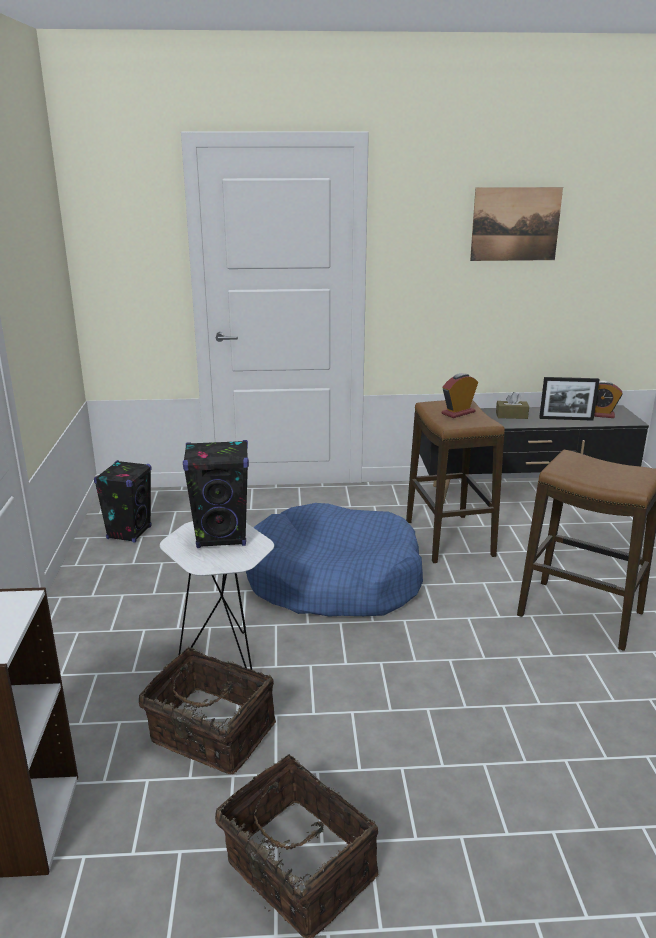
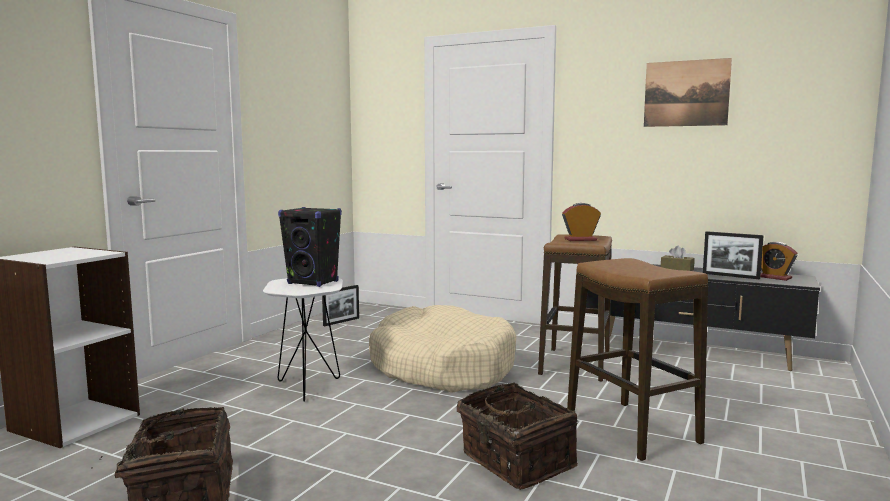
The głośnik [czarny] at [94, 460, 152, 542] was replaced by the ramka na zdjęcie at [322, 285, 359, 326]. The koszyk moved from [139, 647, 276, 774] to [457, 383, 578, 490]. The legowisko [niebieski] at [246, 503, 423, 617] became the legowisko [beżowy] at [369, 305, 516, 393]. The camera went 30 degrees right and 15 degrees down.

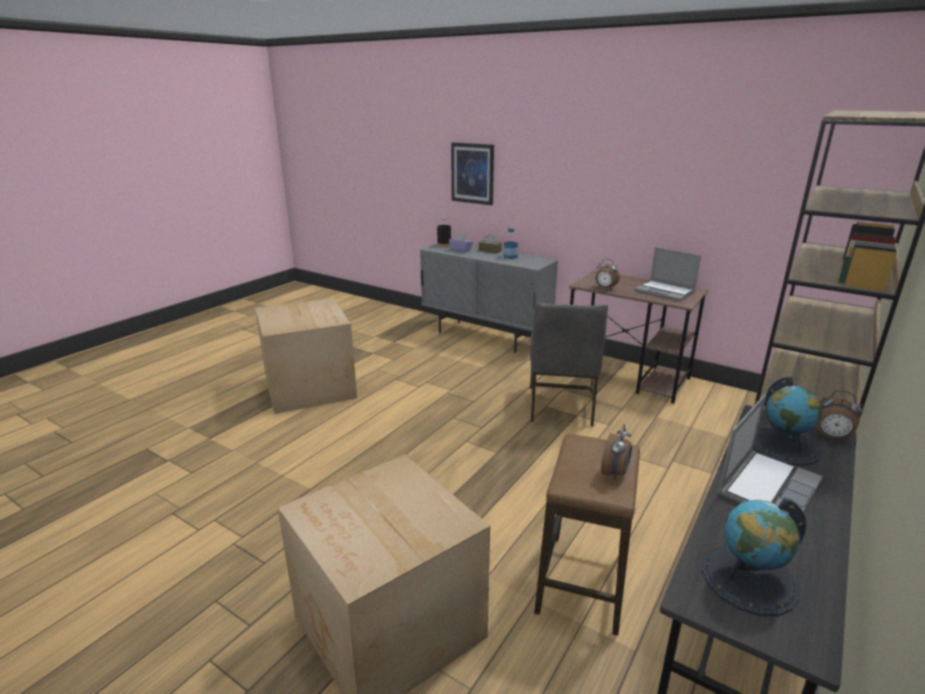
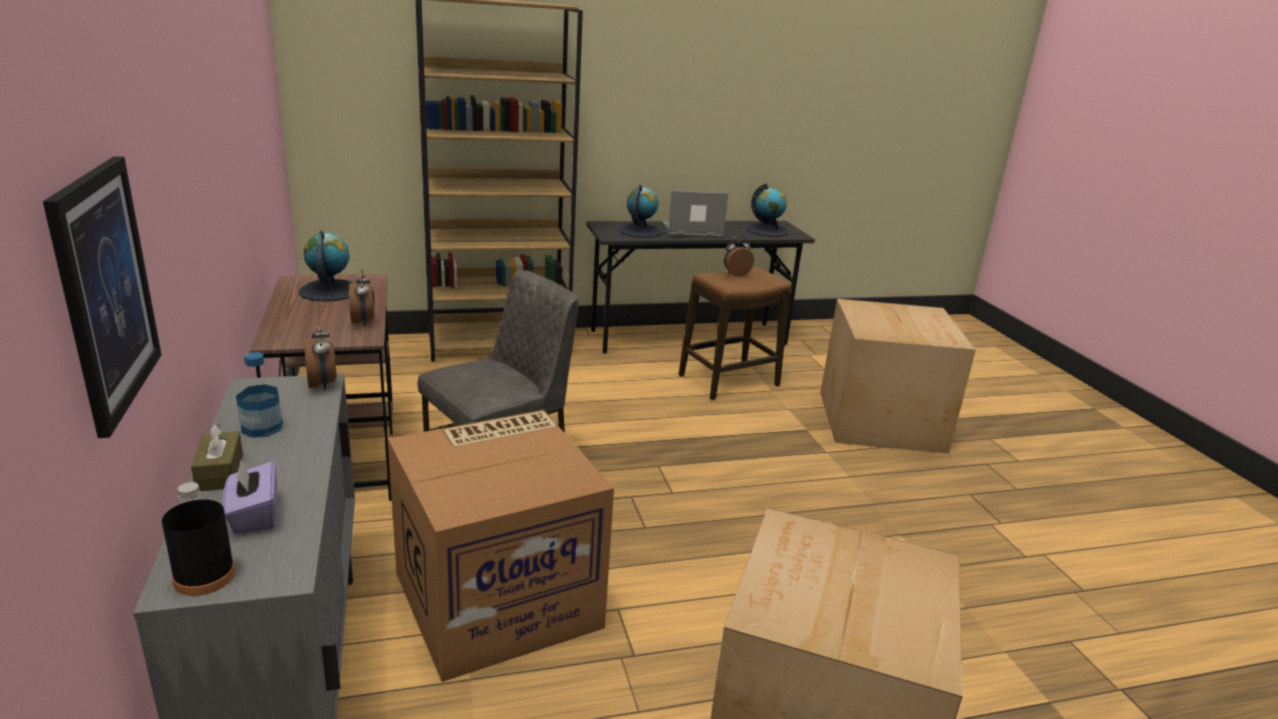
The laptop at [634, 247, 701, 301] was replaced by the globus at [299, 231, 353, 301]. The budzik moved from [816, 391, 863, 442] to [304, 322, 337, 390]. The karton at [388, 410, 614, 682] appeared. The camera went 140 degrees left and 0 degrees up.

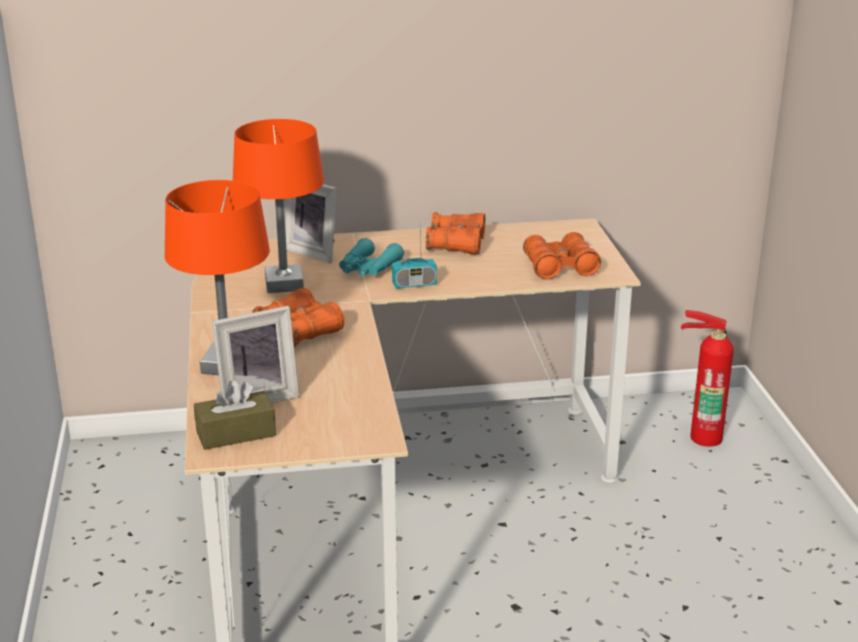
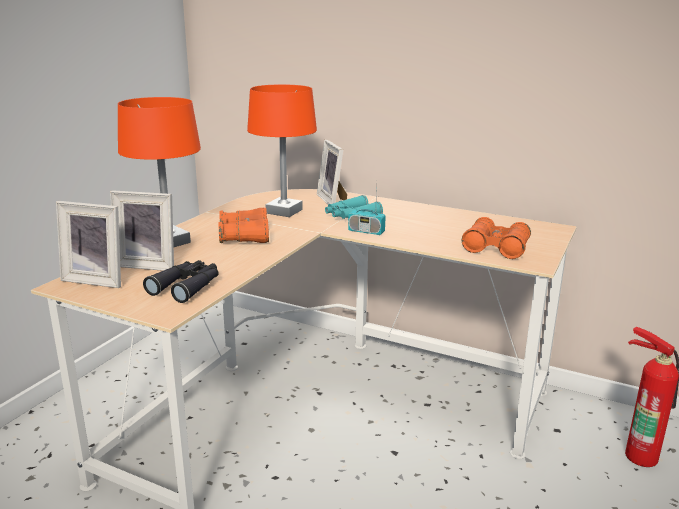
The pudełko chusteczek [brązowy] at [194, 380, 276, 450] was replaced by the ramka na zdjęcie at [56, 201, 121, 288]. The lornetka [pomarańczowy] at [426, 212, 485, 255] disappeared. The lornetka [czarny] at [143, 260, 219, 303] appeared. The camera went 35 degrees right and 5 degrees down.

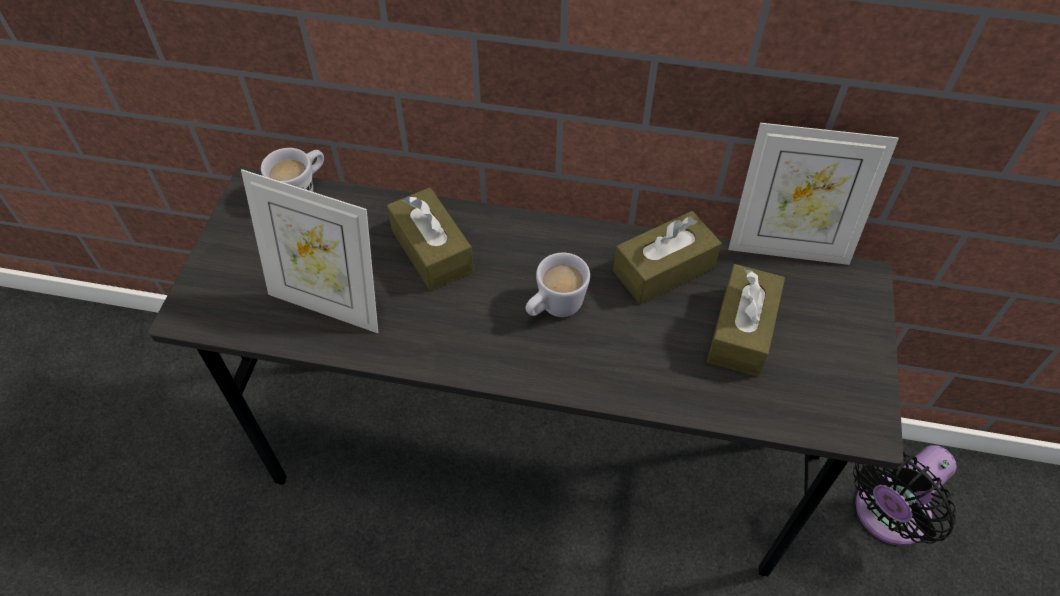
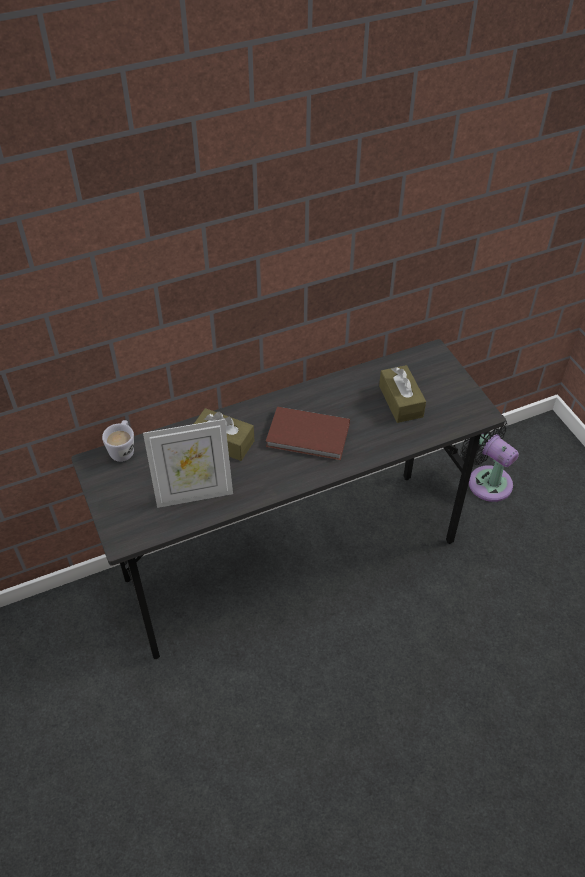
The kubek [biały] at [525, 252, 590, 317] was replaced by the książka [brązowy] at [266, 407, 350, 460]. The pudełko chusteczek [brązowy] at [613, 211, 722, 304] disappeared. The ramka na zdjęcie at [728, 123, 899, 265] disappeared. The wentylator [czarny] at [853, 445, 956, 546] turned 120 degrees clockwise. The camera went 35 degrees left and 5 degrees down.

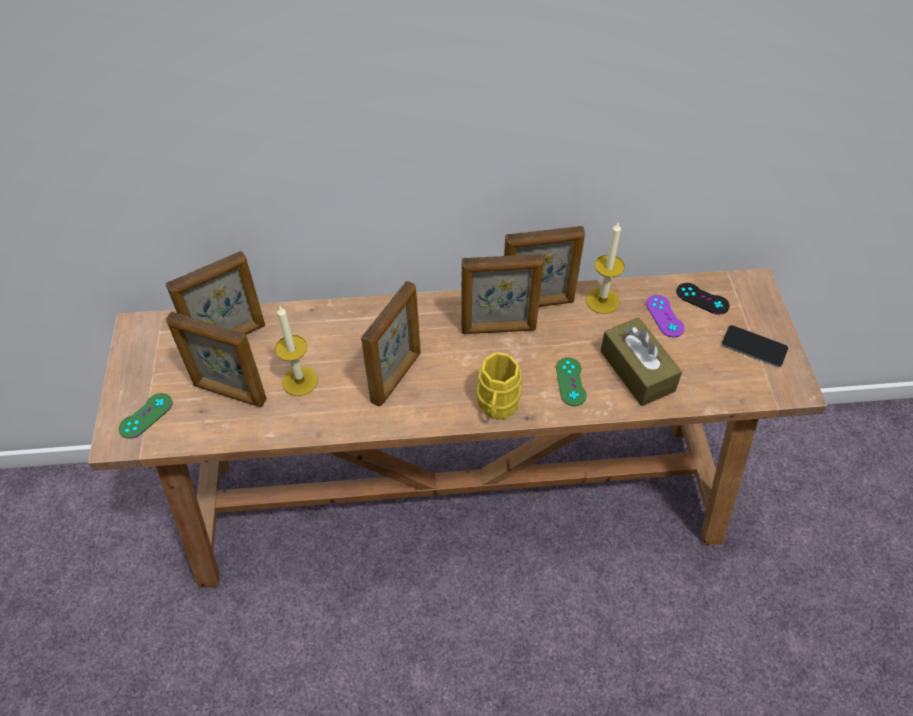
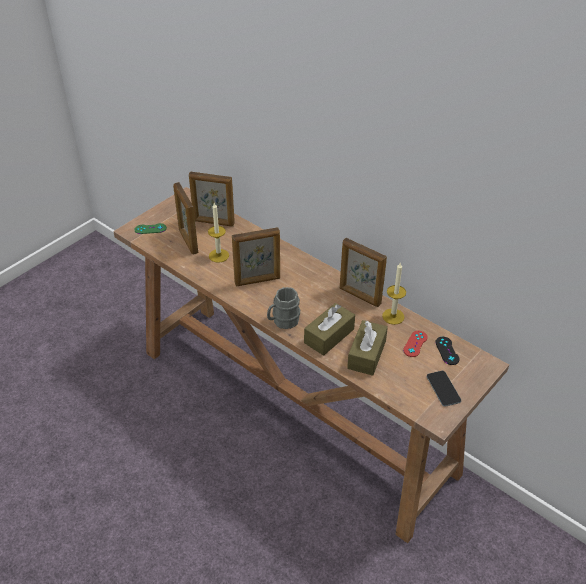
The ramka na zdjęcie at [461, 254, 544, 334] disappeared. The kubek [żółty] at [476, 352, 522, 420] became the kubek [szary] at [267, 287, 300, 329]. The pad do gier [zielony] at [556, 357, 587, 406] was replaced by the pudełko chusteczek [brązowy] at [304, 303, 355, 356]. The pad do gier [fioletowy] at [646, 295, 685, 337] became the pad do gier [czerwony] at [403, 331, 428, 357]. The camera went 45 degrees right and 10 degrees down.

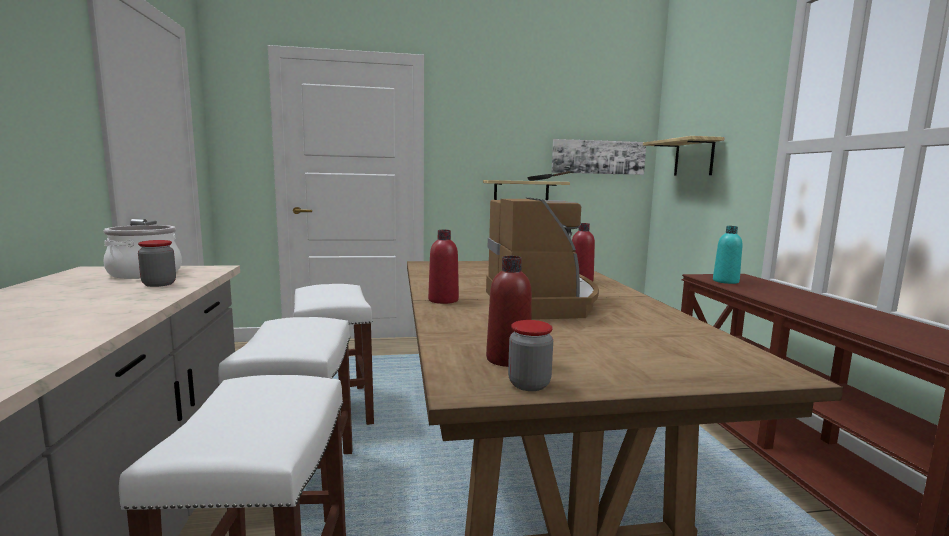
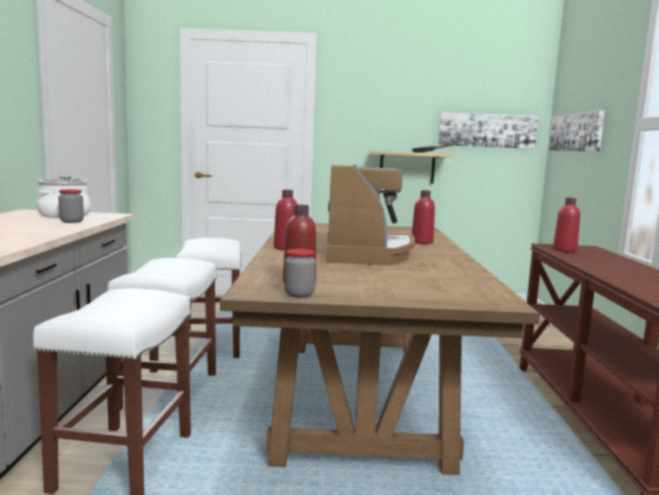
The półka at [643, 136, 725, 175] was replaced by the obraz at [549, 110, 605, 151]. The butelka [turkusowy] at [713, 226, 743, 284] became the butelka [czerwony] at [553, 198, 580, 252]. The camera went 10 degrees right and 0 degrees up.

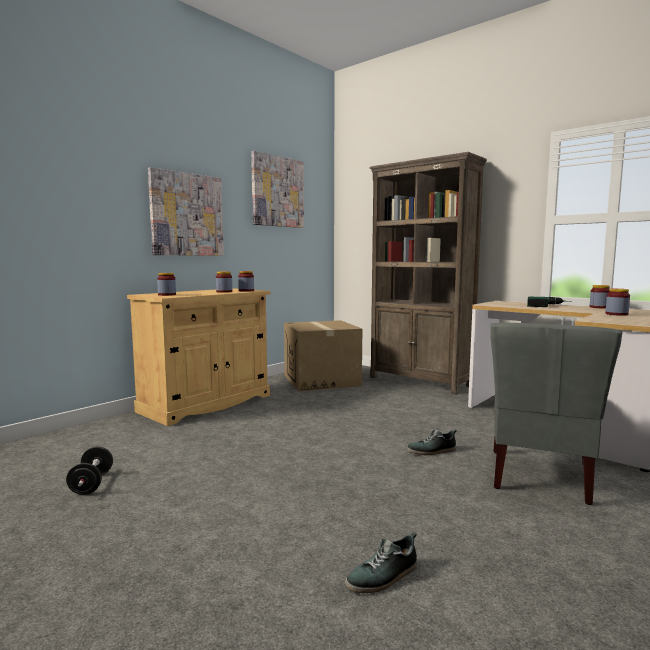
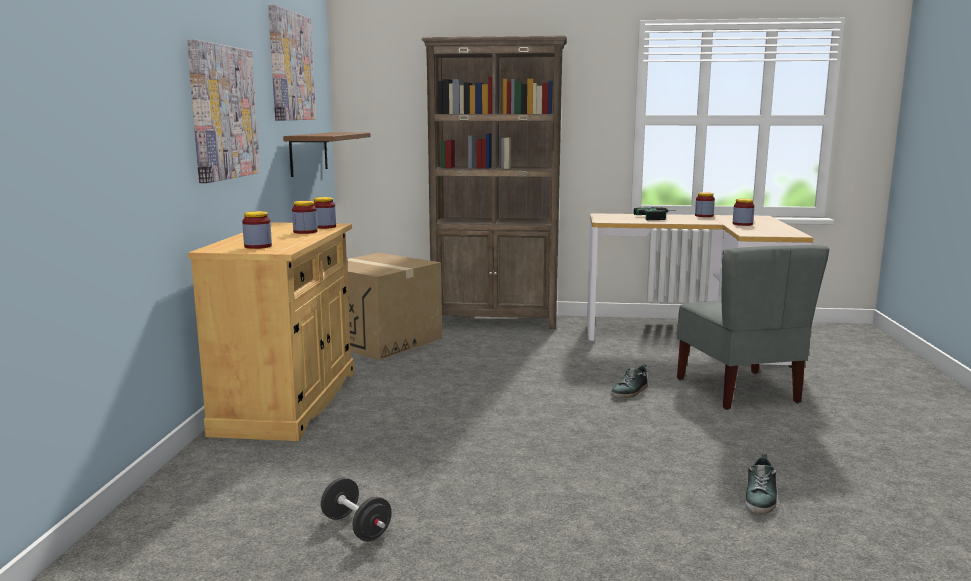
The półka [brązowy] at [283, 133, 370, 177] appeared. The camera went 35 degrees left and 5 degrees up.

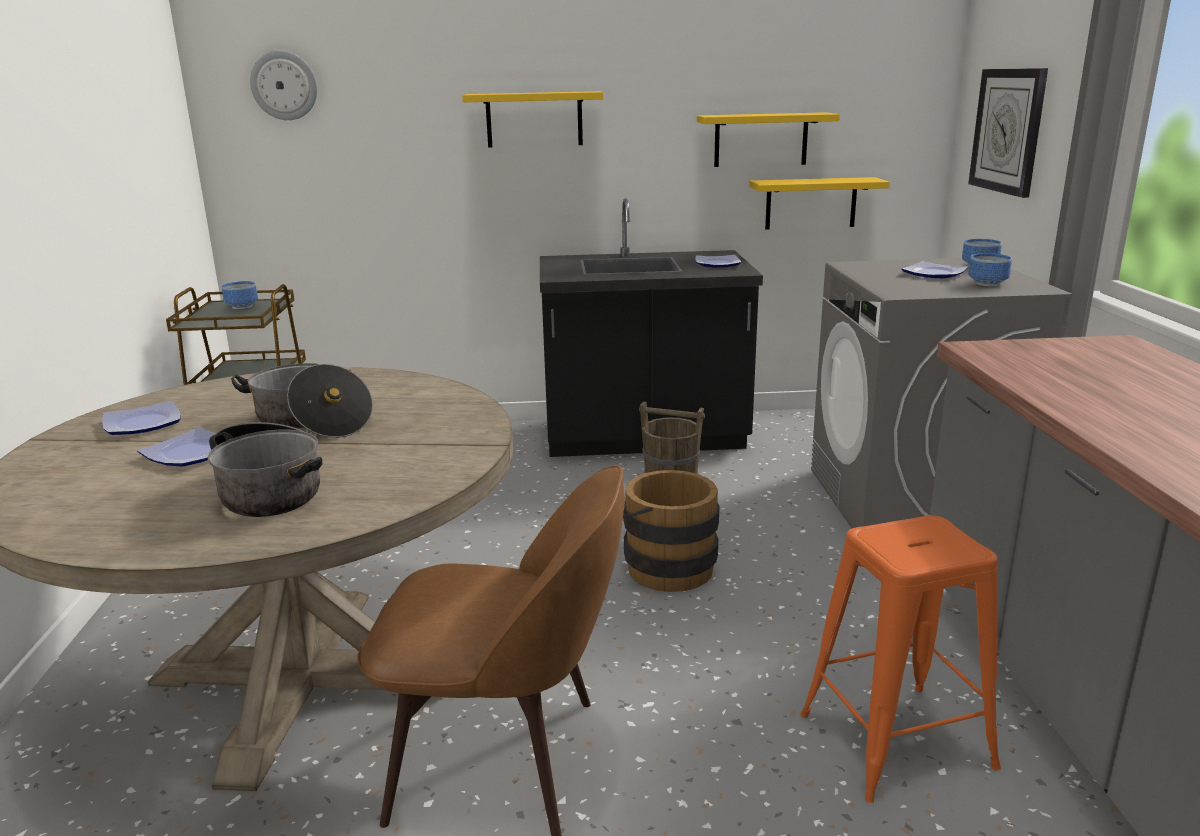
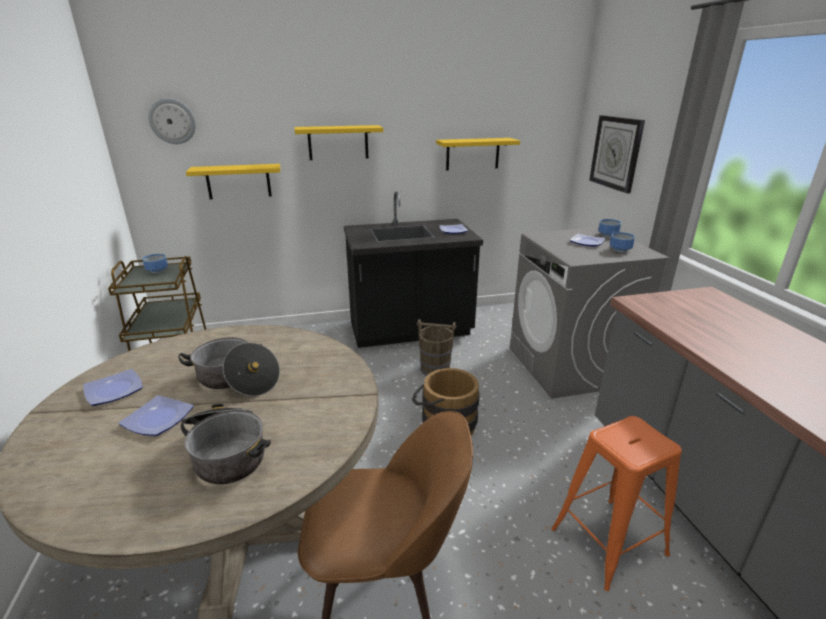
The półka [żółty] moved from [749, 177, 890, 230] to [186, 164, 280, 199]. The camera went 10 degrees left and 5 degrees up.

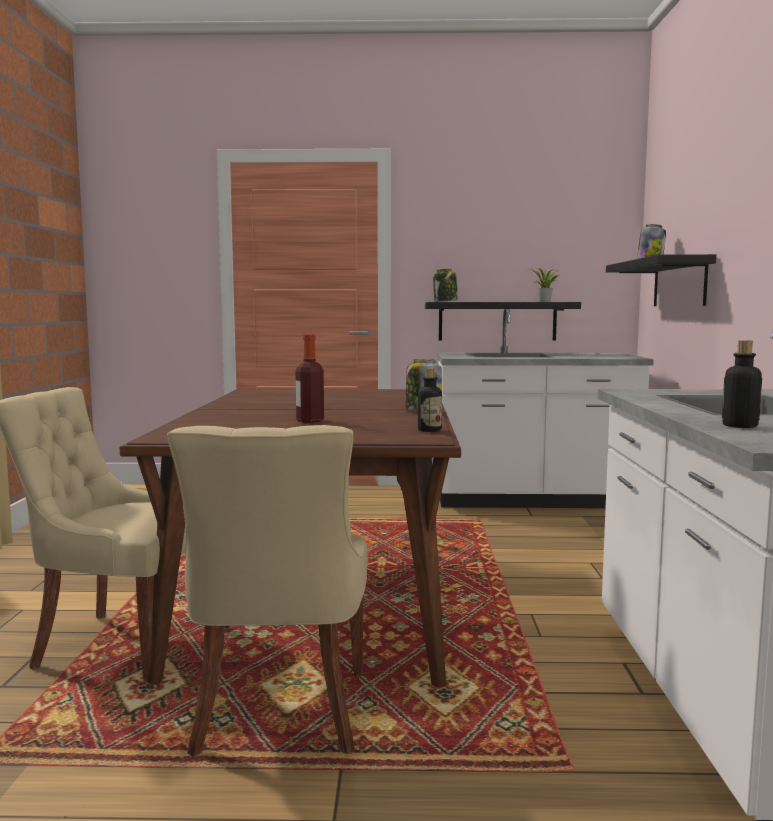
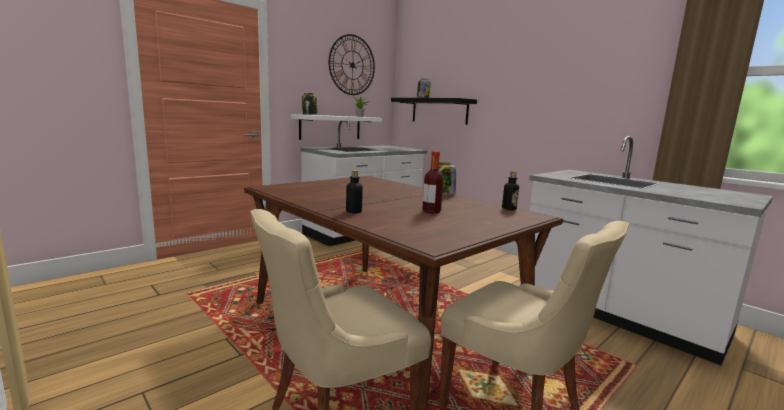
The półka [czarny] at [425, 302, 581, 341] became the półka [biały] at [291, 114, 382, 140]. The butelka moved from [722, 340, 762, 428] to [346, 170, 363, 213]. The zegar ścienny at [329, 34, 375, 95] appeared. The camera went 45 degrees left and 5 degrees up.

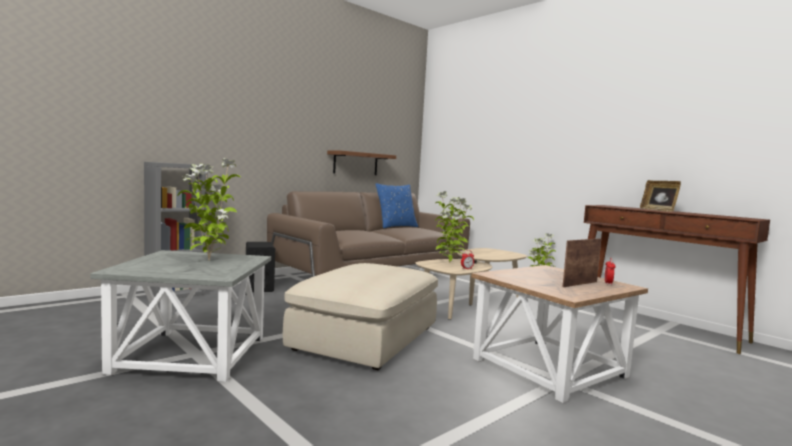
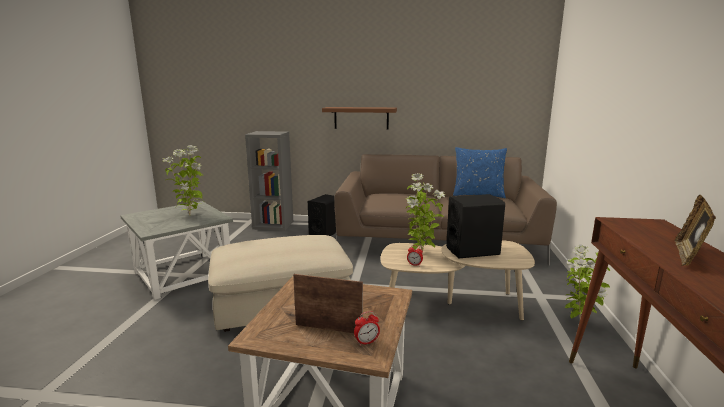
The półka [brązowy] moved from [327, 150, 396, 175] to [322, 107, 397, 130]. The głośnik [czarny] at [446, 194, 505, 259] appeared. The camera went 50 degrees right and 10 degrees up.

